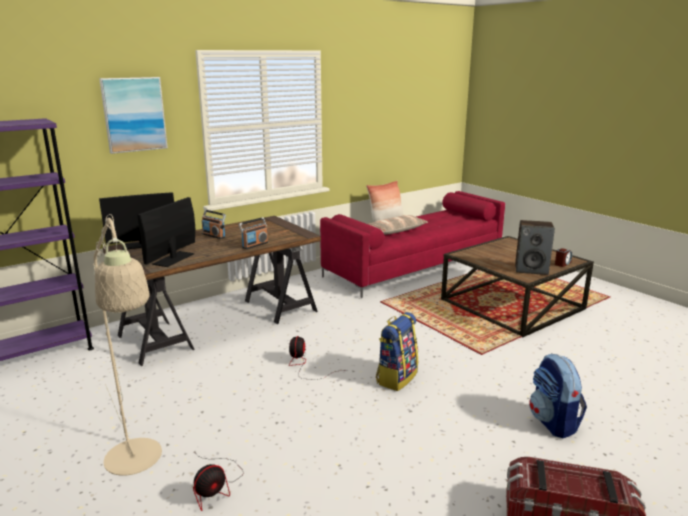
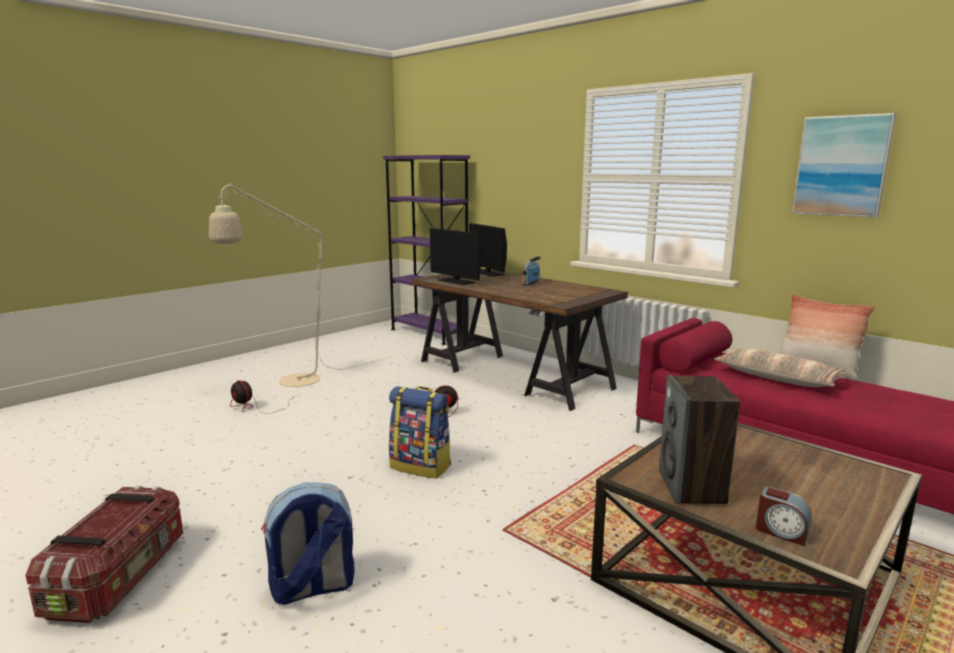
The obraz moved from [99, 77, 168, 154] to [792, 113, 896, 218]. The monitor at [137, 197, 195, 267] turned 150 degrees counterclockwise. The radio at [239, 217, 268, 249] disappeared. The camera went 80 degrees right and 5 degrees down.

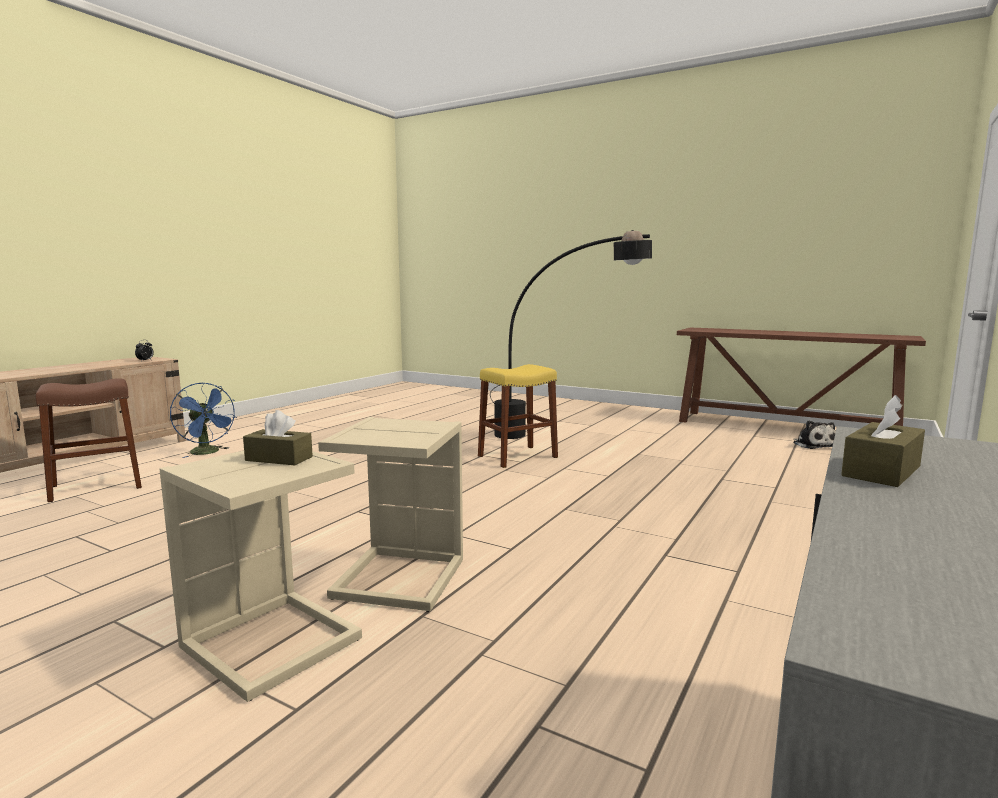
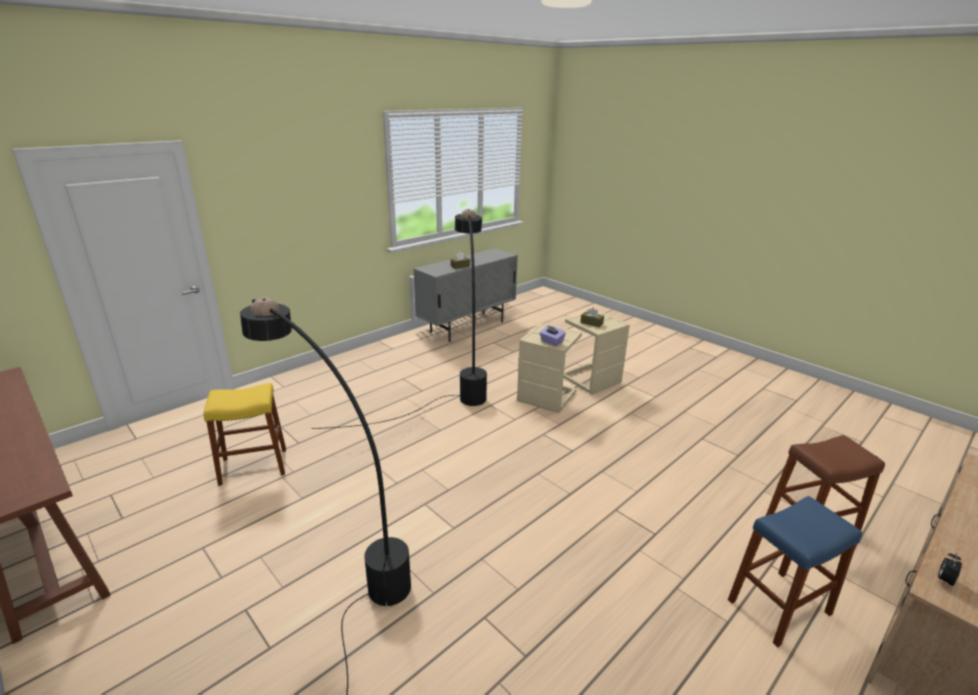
The wentylator [niebieski] at [170, 383, 237, 458] was replaced by the stołek [niebieski] at [728, 496, 862, 647]. The stołek [żółty] moved from [478, 364, 558, 468] to [203, 383, 286, 486]. The pluszak at [793, 420, 836, 449] disappeared. The lampa stojąca [czarny] at [311, 209, 487, 429] appeared. The pudełko chusteczek [fioletowy] at [540, 325, 566, 346] appeared. The camera went 165 degrees left and 15 degrees up.

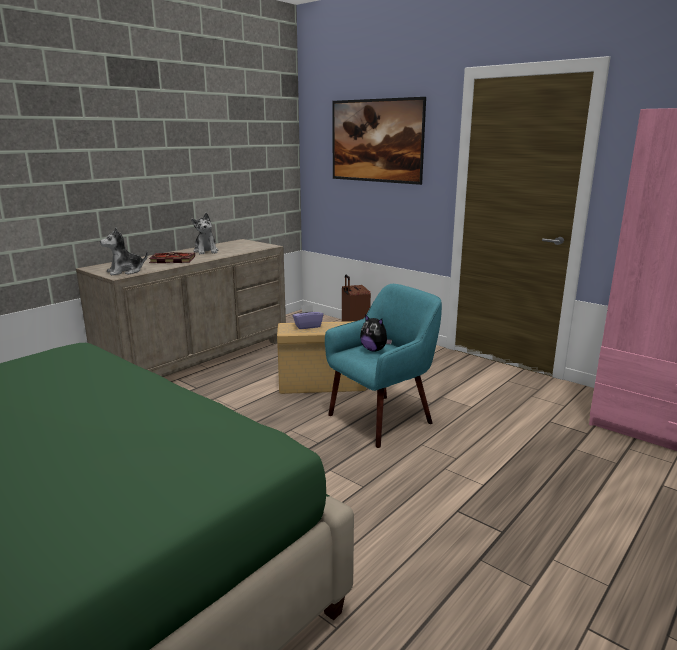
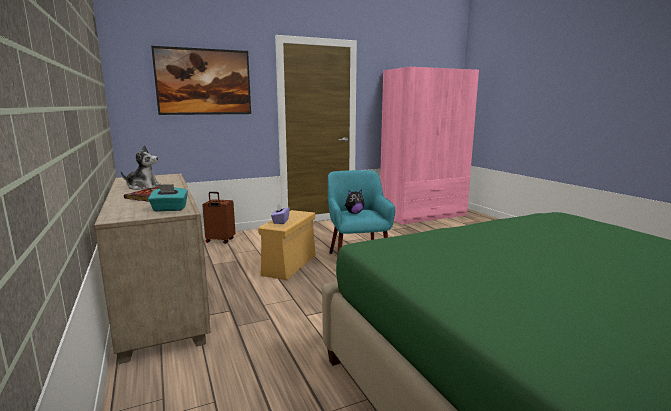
The pluszak at [100, 227, 148, 276] was replaced by the pudełko chusteczek [turkusowy] at [148, 184, 188, 211]. The camera went 65 degrees left and 5 degrees down.

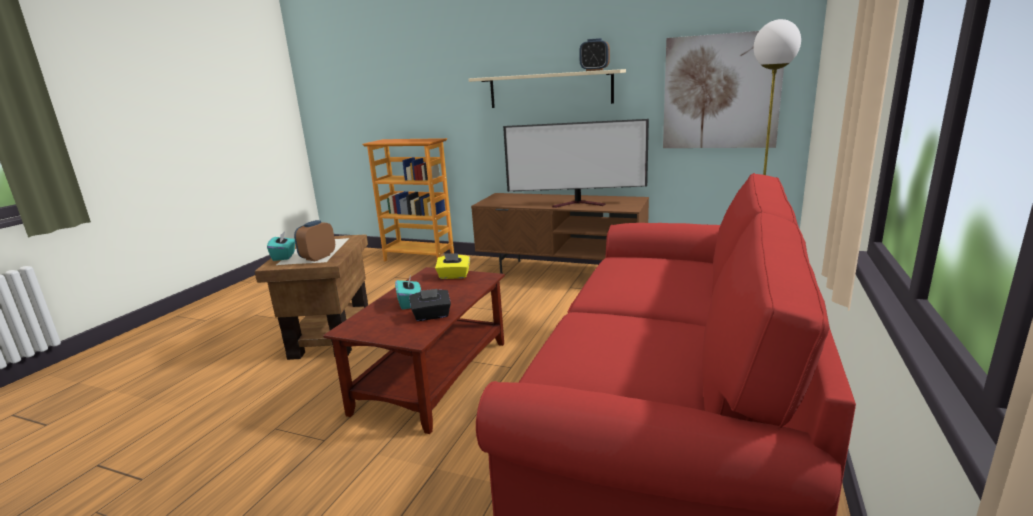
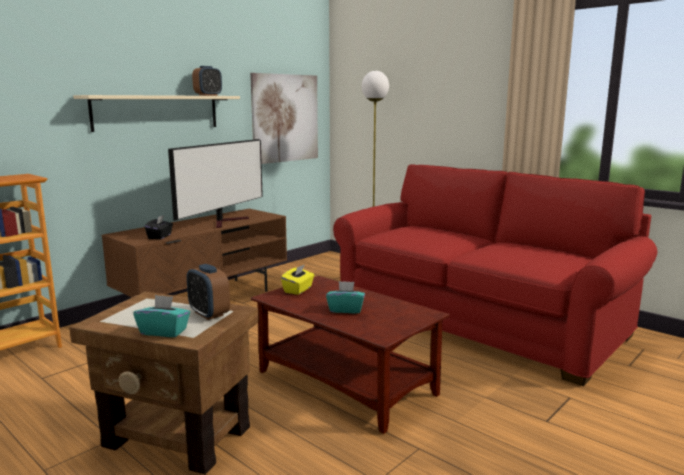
The pudełko chusteczek [czarny] moved from [409, 289, 451, 321] to [145, 215, 173, 240]. The camera went 70 degrees left and 5 degrees down.

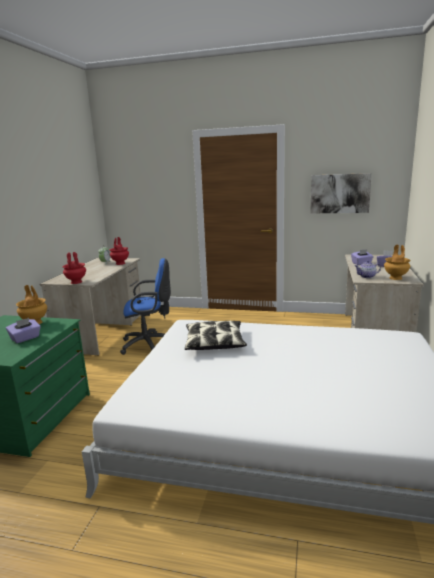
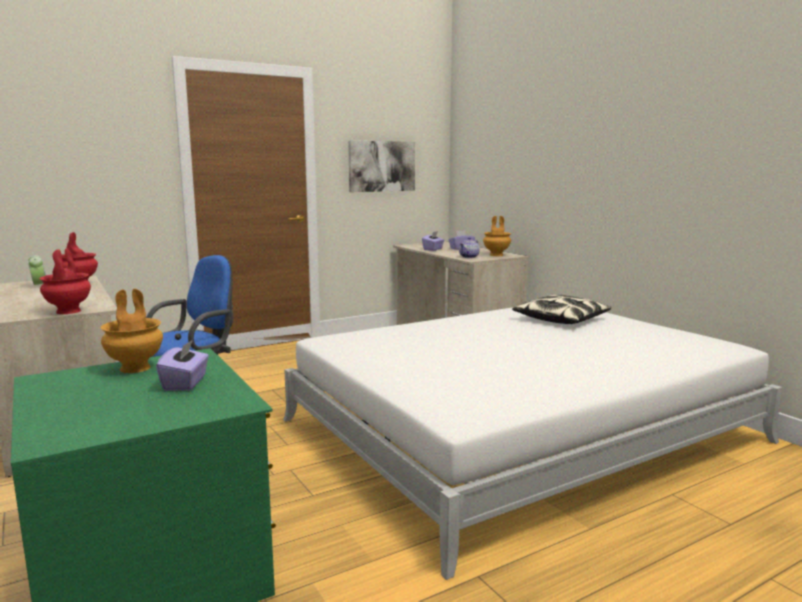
The poduszka moved from [185, 321, 247, 350] to [512, 295, 611, 324]. The camera went 45 degrees left and 5 degrees down.

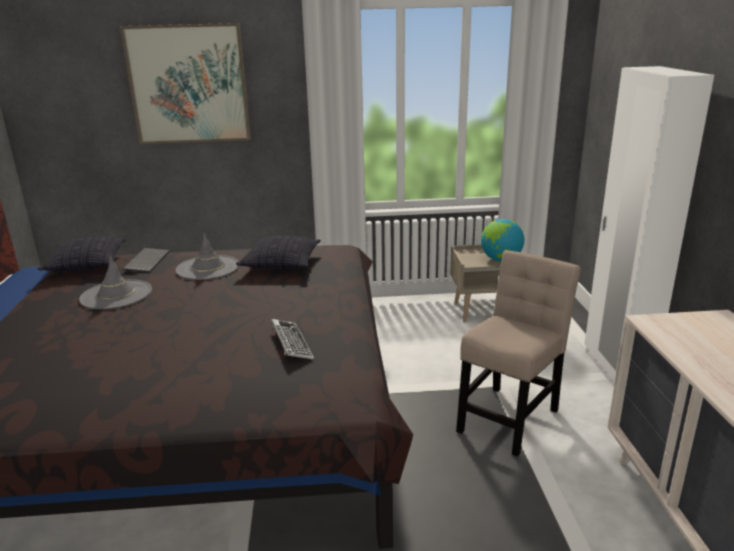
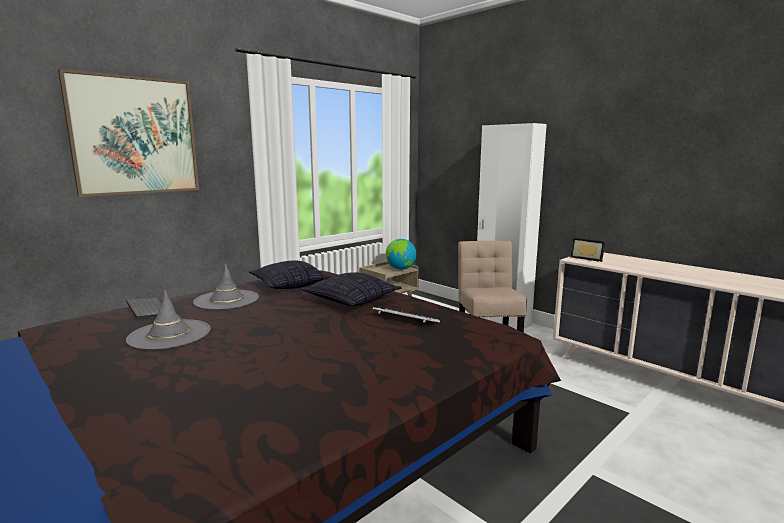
The poduszka moved from [37, 237, 126, 271] to [302, 272, 401, 306]. The ramka na zdjęcie at [570, 238, 605, 262] appeared. The camera went 40 degrees left and 10 degrees down.

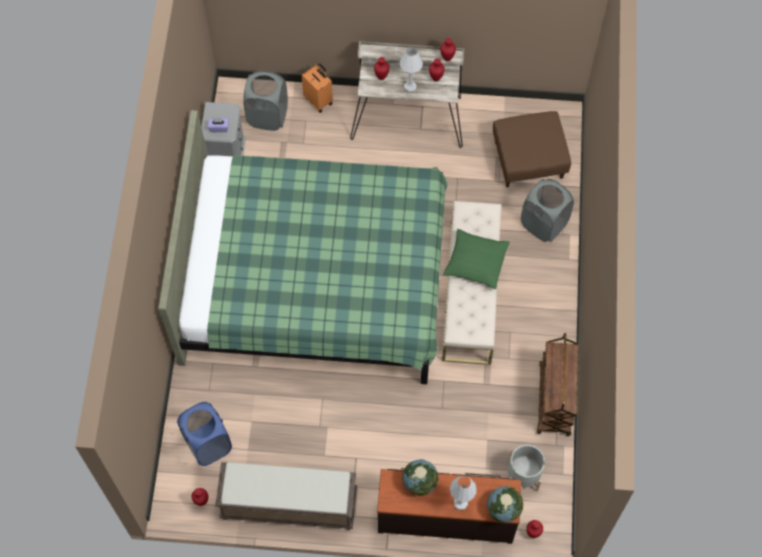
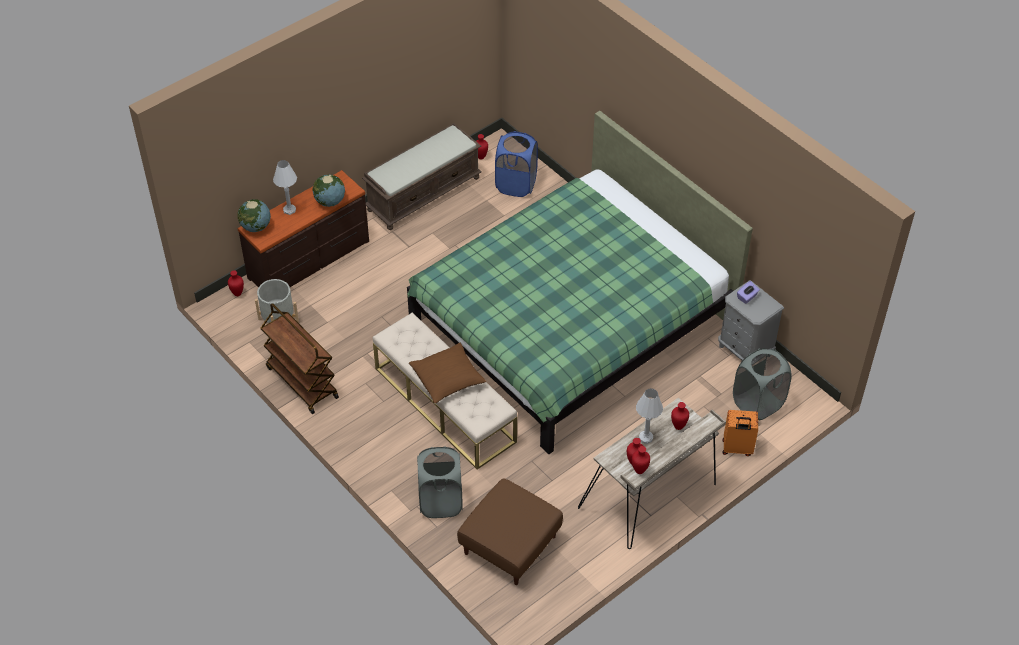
The poduszka [zielony] at [443, 229, 510, 289] became the poduszka [brązowy] at [409, 343, 486, 404]. The camera went 135 degrees right and 15 degrees down.

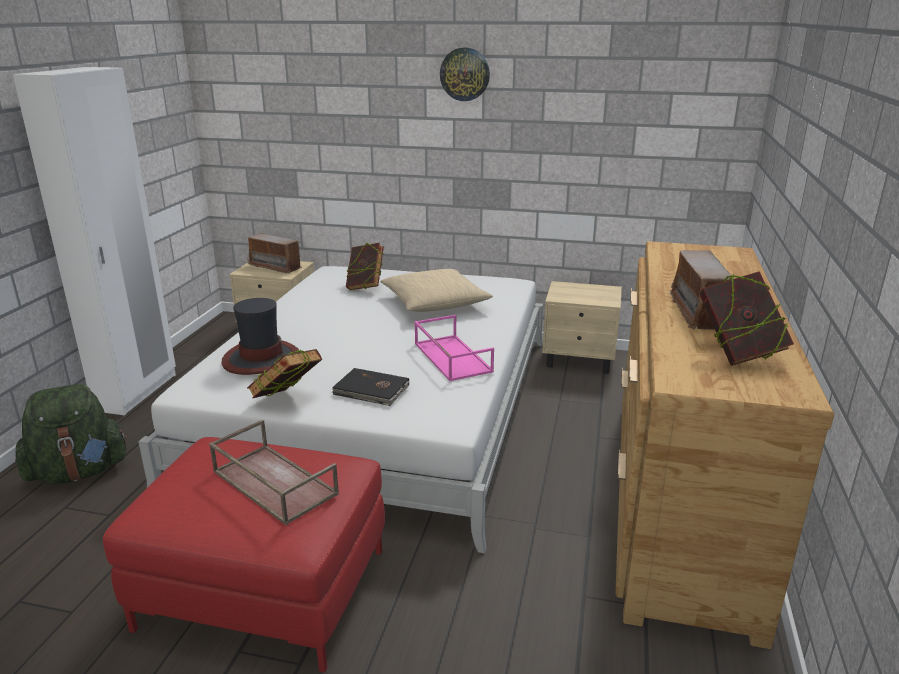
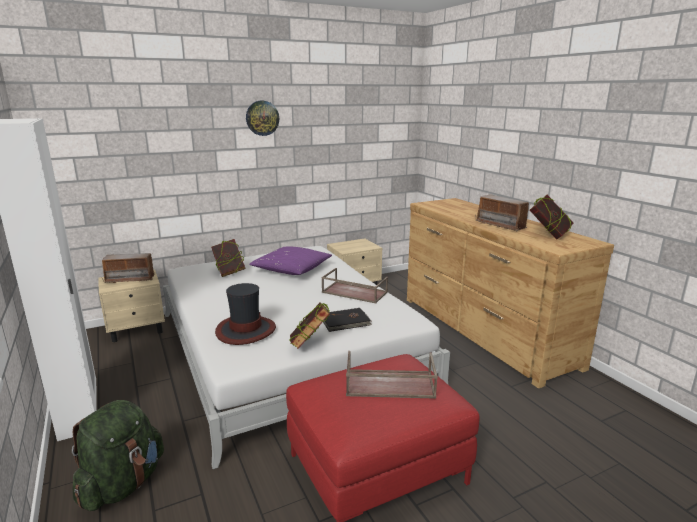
The poduszka [beżowy] at [380, 269, 493, 312] became the poduszka [fioletowy] at [249, 246, 332, 275]. The taca [różowy] at [415, 315, 494, 381] became the taca [brązowy] at [321, 268, 388, 303]. The camera went 40 degrees left and 5 degrees down.

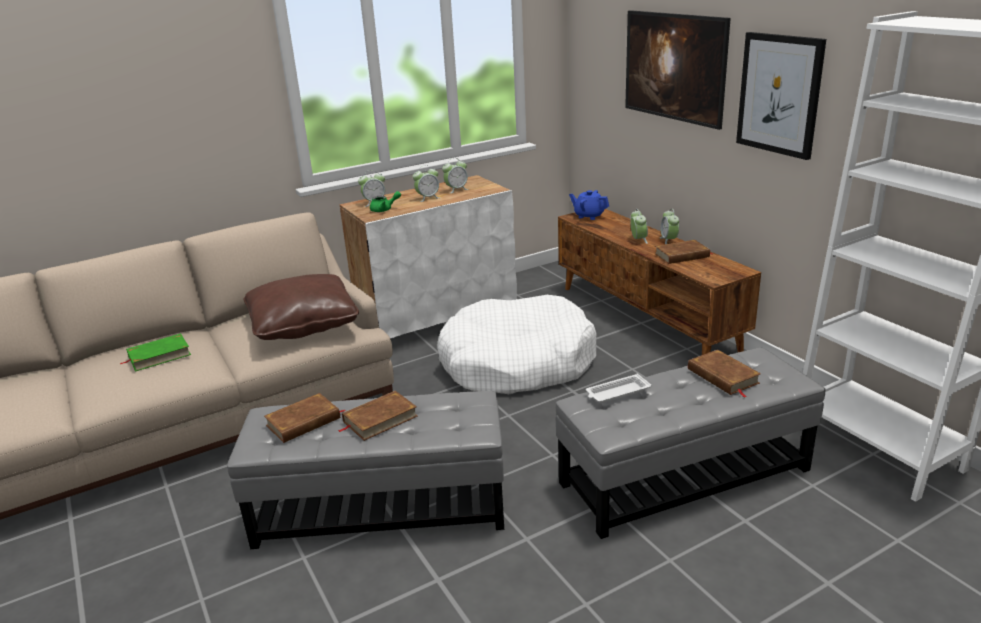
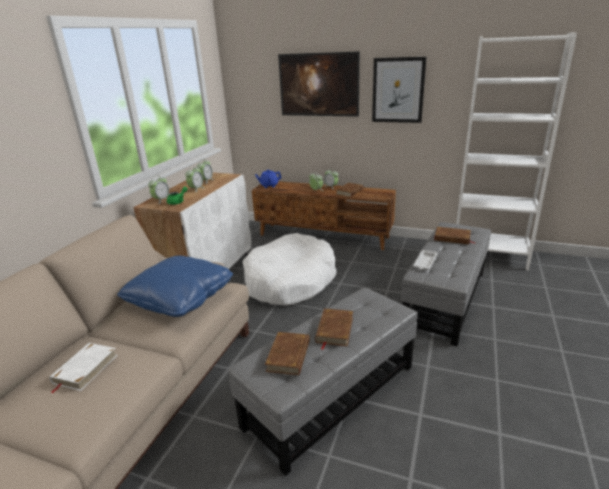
The książka [zielony] at [121, 333, 191, 372] became the książka [biały] at [49, 343, 117, 393]. The poduszka [brązowy] at [244, 274, 359, 340] became the poduszka [niebieski] at [117, 256, 233, 317]. The camera went 40 degrees left and 0 degrees up.

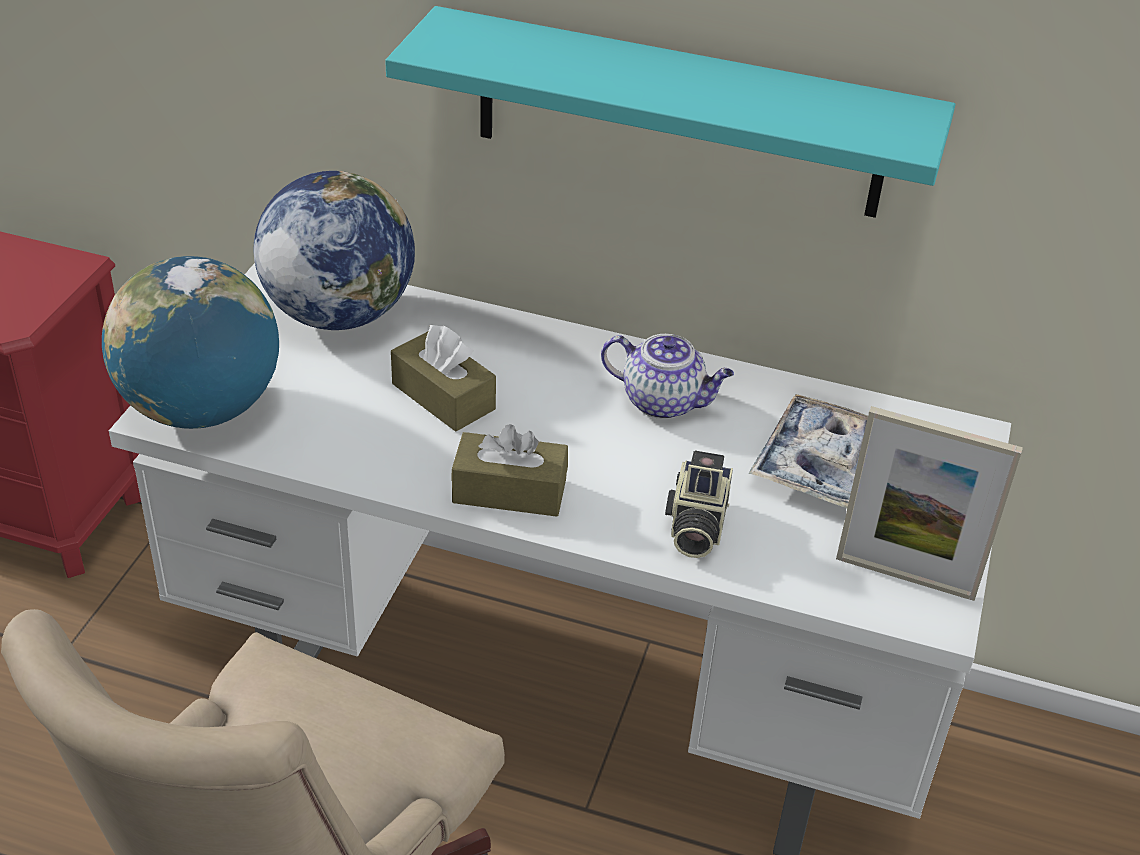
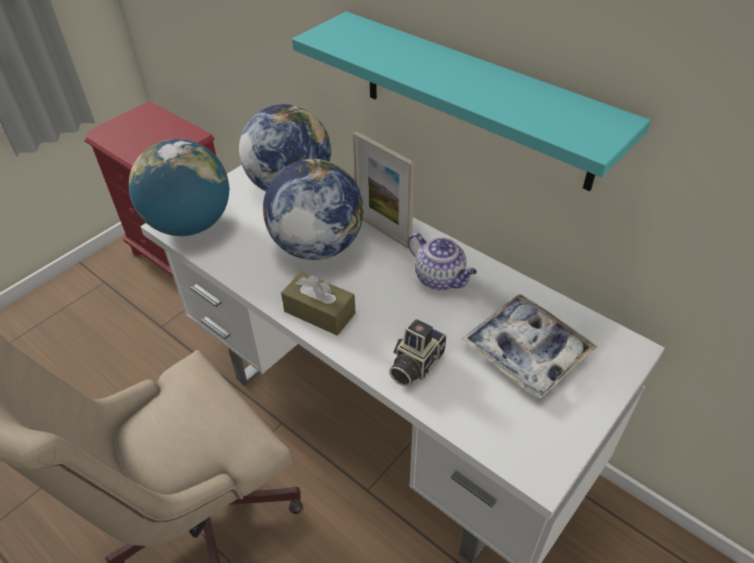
The pudełko chusteczek [brązowy] at [391, 325, 496, 431] was replaced by the globus at [263, 159, 364, 260]. The ramka na zdjęcie moved from [836, 406, 1023, 601] to [353, 131, 415, 249]. The camera went 25 degrees right and 5 degrees up.

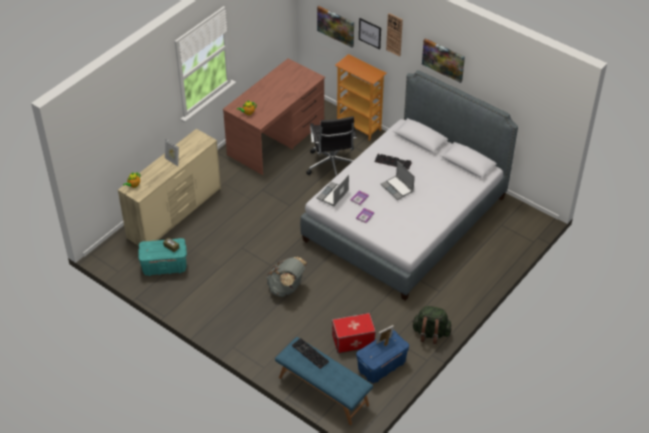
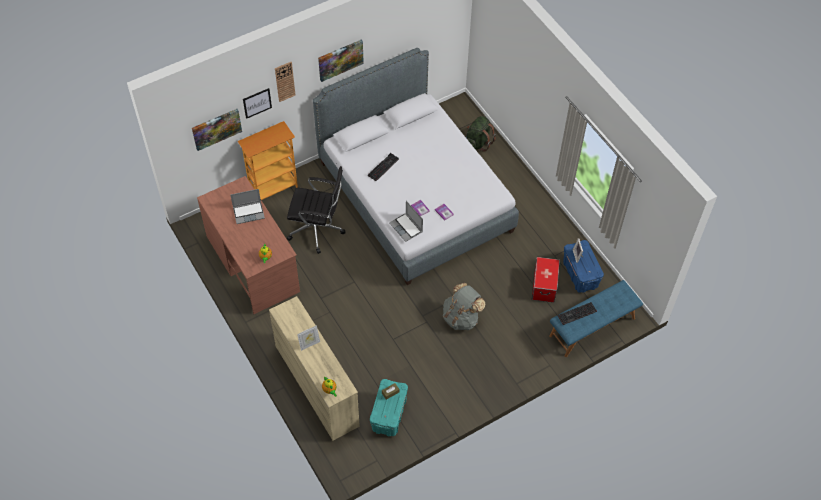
The laptop moved from [381, 161, 415, 200] to [231, 189, 265, 224]. The plecak [zielony] moved from [412, 306, 452, 344] to [466, 116, 496, 152]. The camera went 70 degrees left and 10 degrees up.

